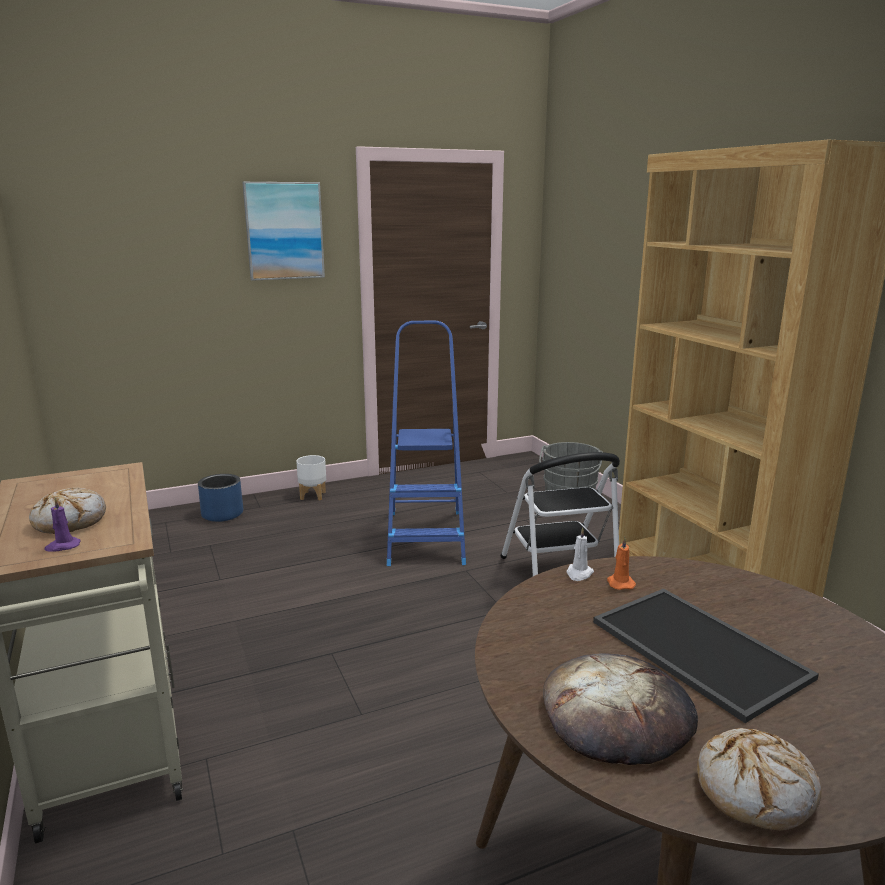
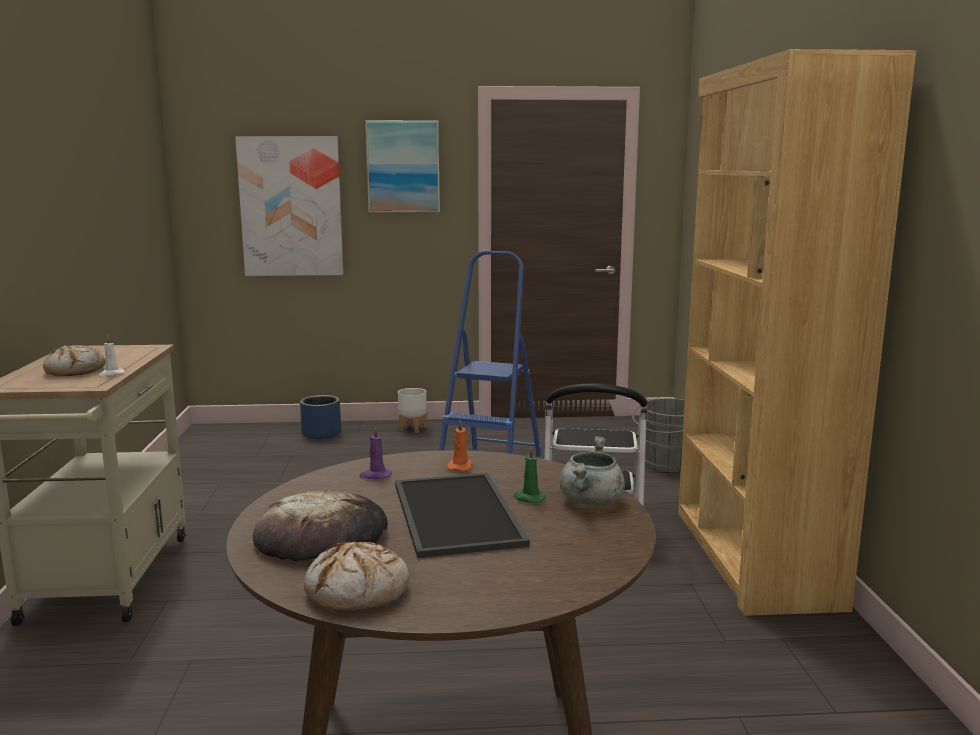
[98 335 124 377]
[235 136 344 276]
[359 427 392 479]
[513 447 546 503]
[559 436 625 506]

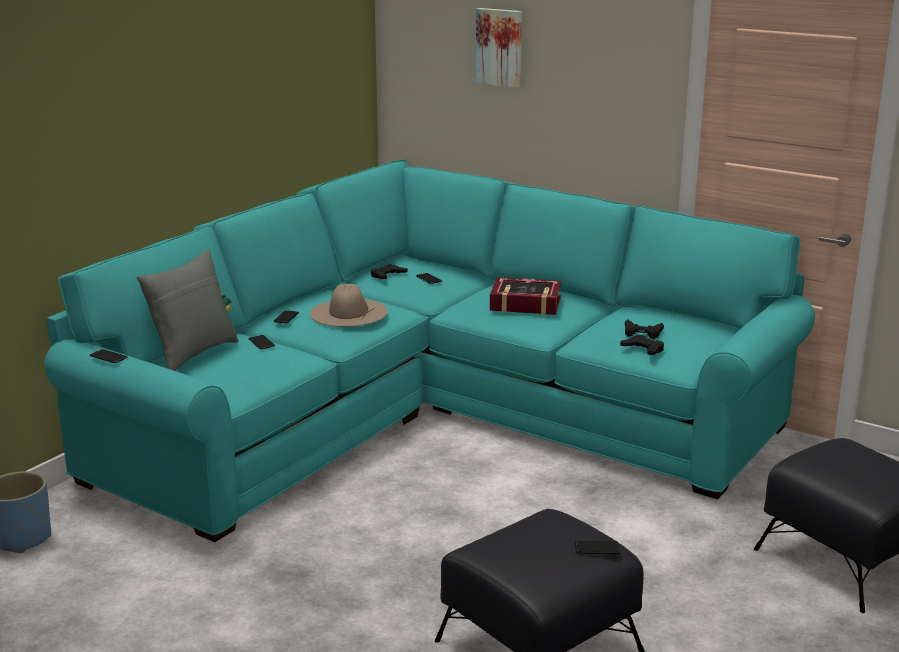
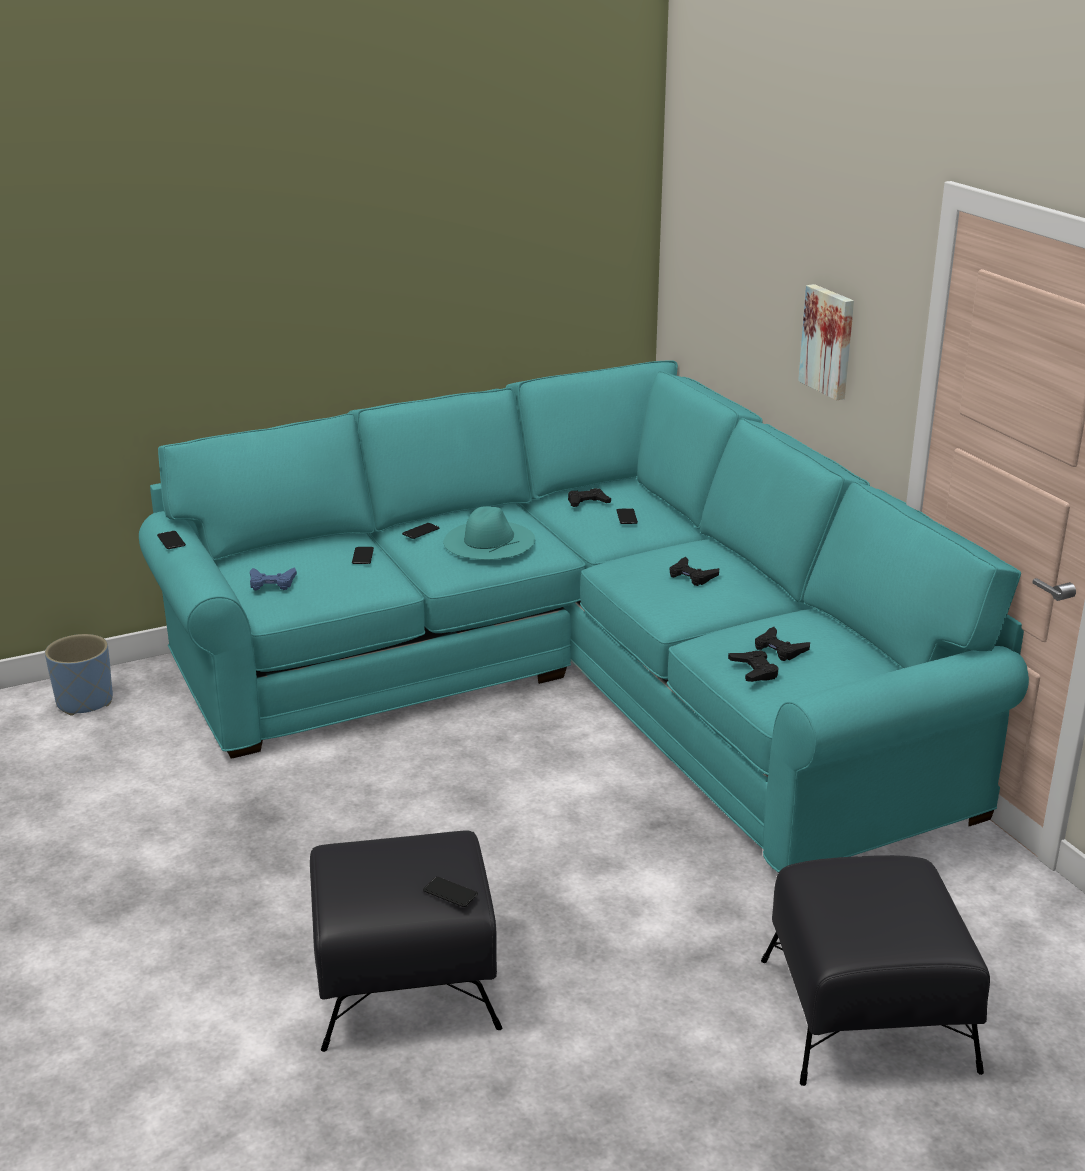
[250 568 297 590]
[443 506 535 560]
[670 557 719 586]
[798 284 854 400]
[137 249 238 371] (first image)

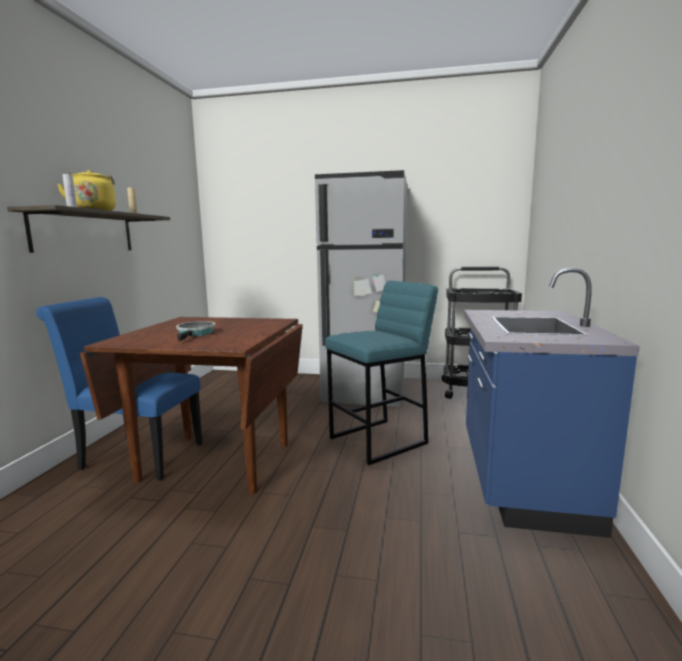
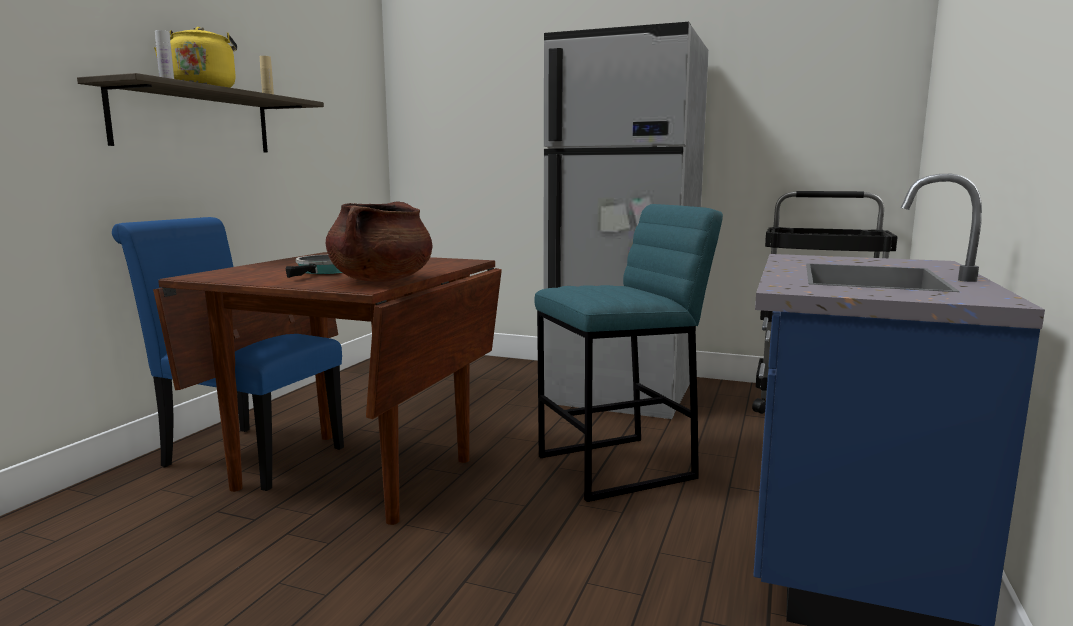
[326 201 433 282]

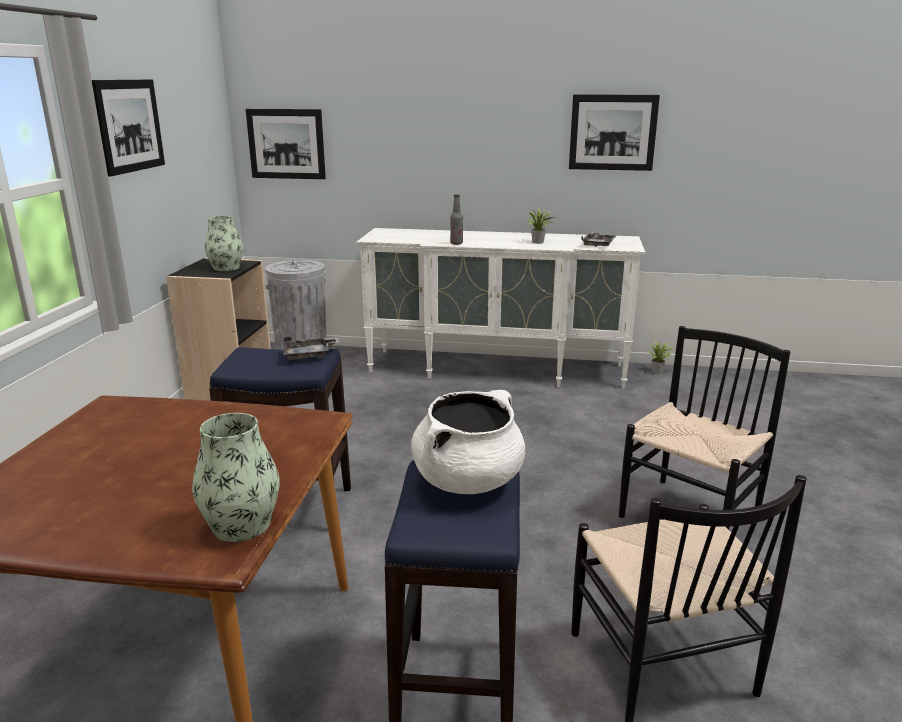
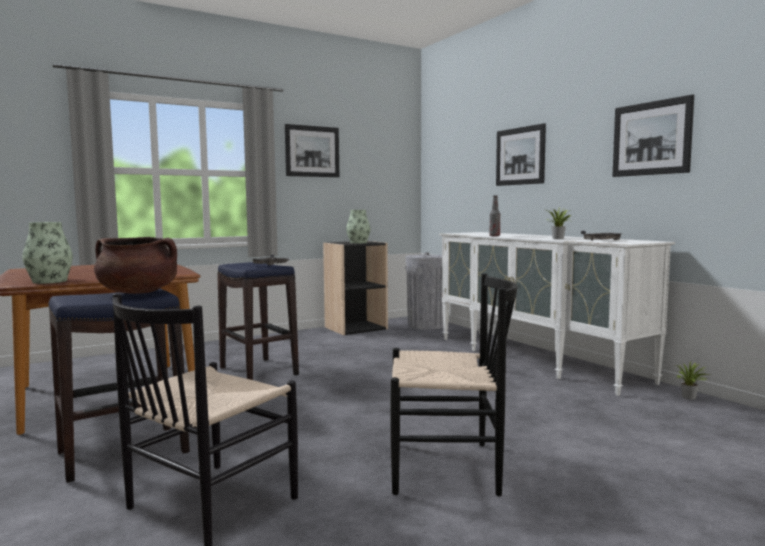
[94 237 177 294]
[496 123 546 186]

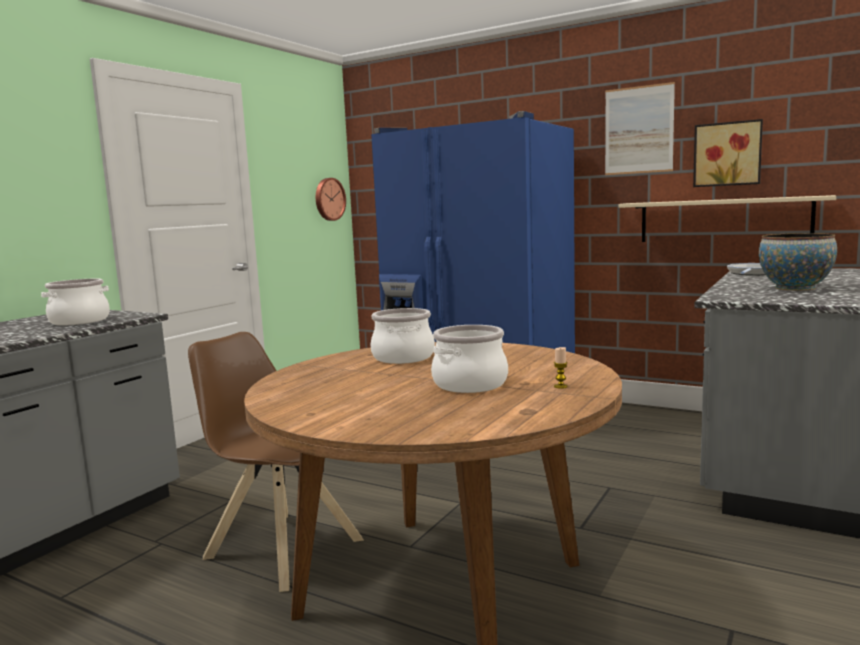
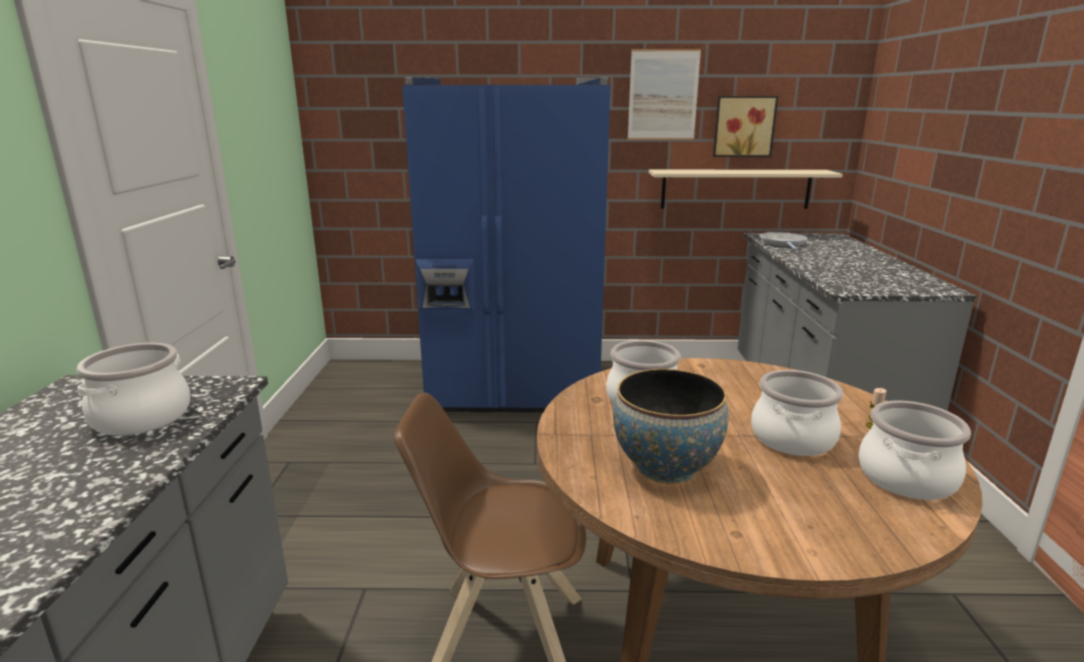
[613 369 728 484]
[858 401 971 500]
[316 178 346 221] (first image)

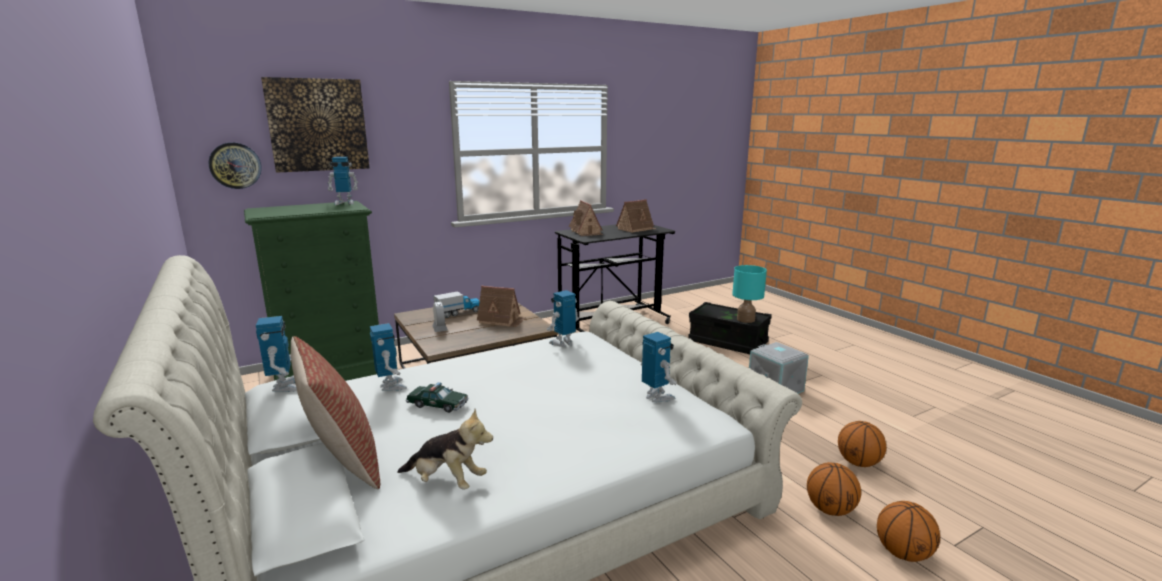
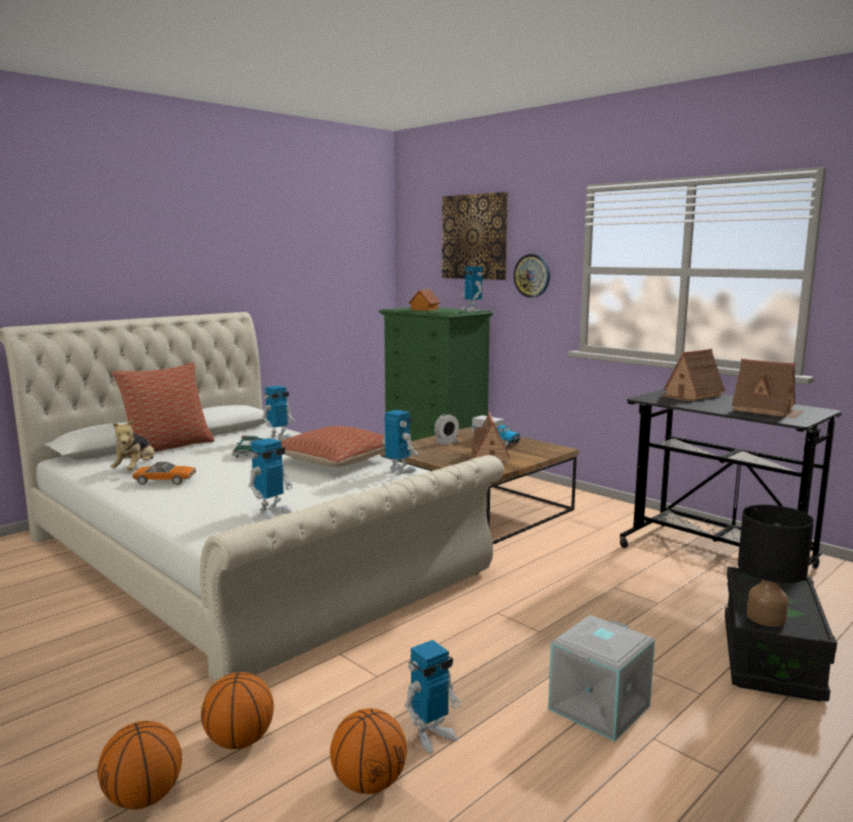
[132 462 196 485]
[281 426 385 467]
[404 640 460 753]
[409 289 441 311]
[513 254 550 298]
[738 505 814 627]

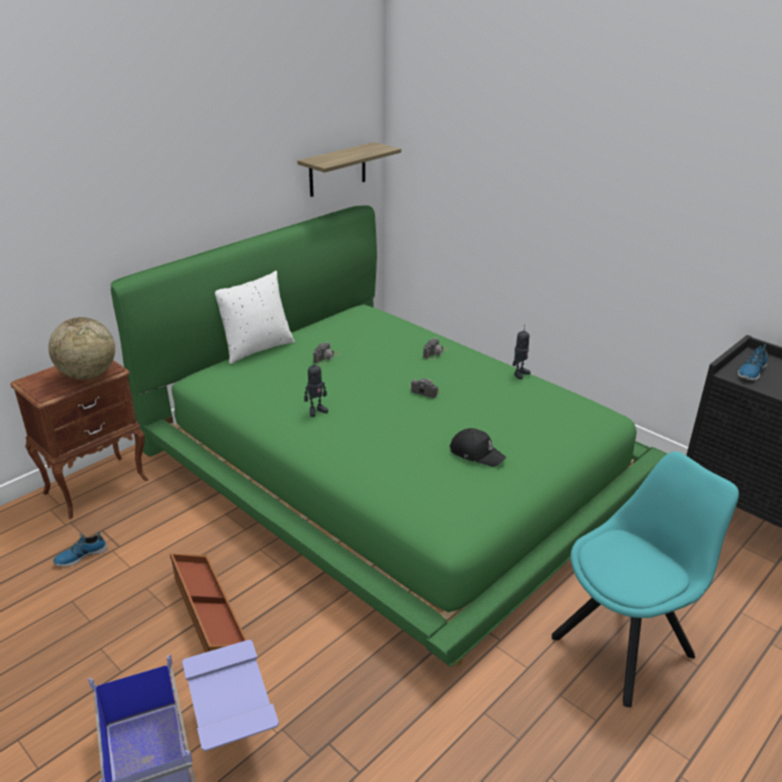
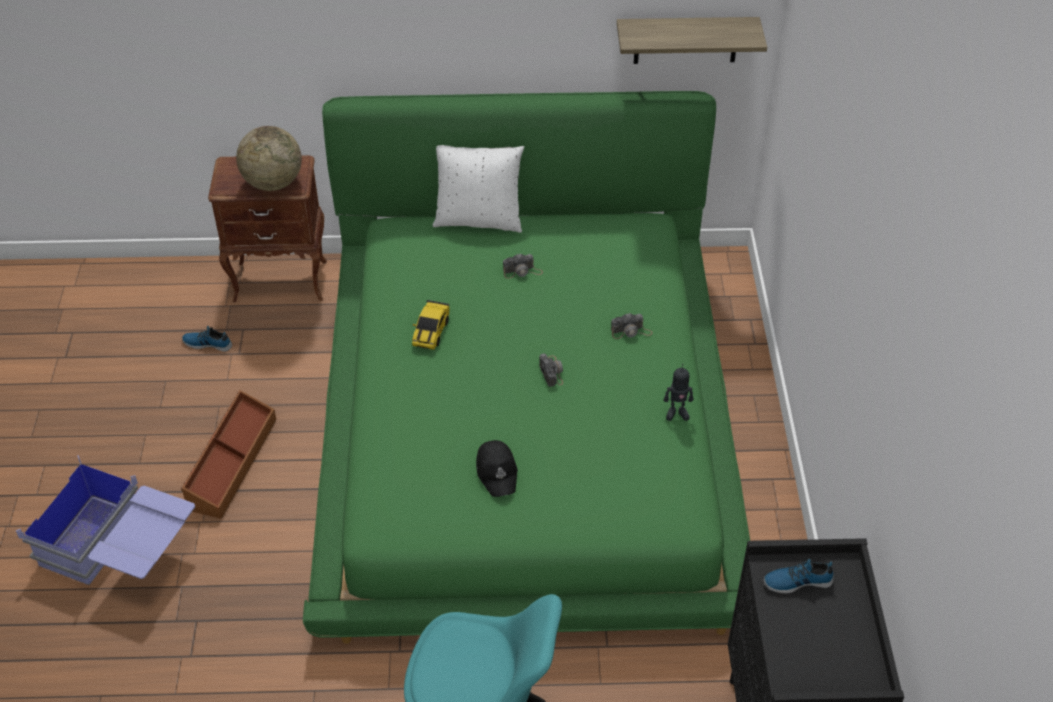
[412 300 450 350]

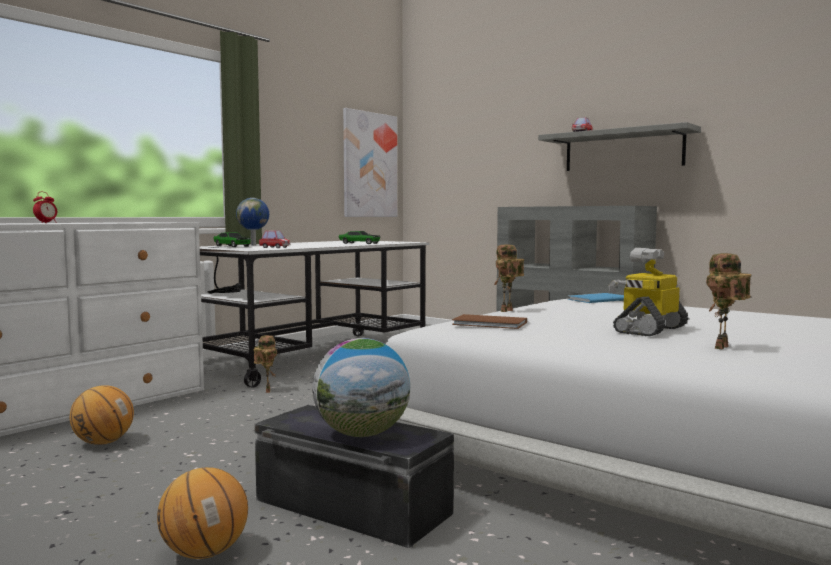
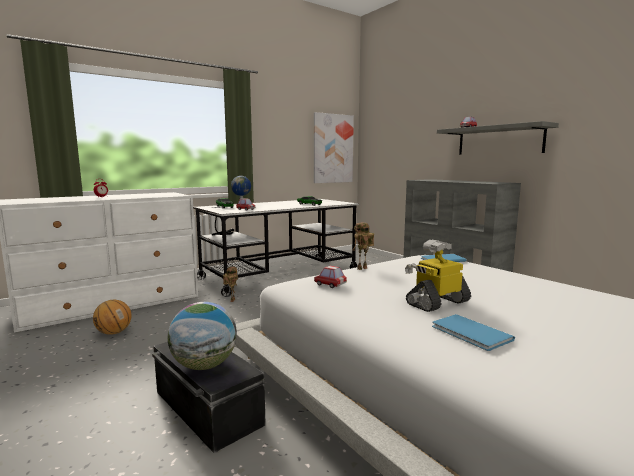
[314 266 347 288]
[432 314 515 351]
[157 467 248 559] (first image)

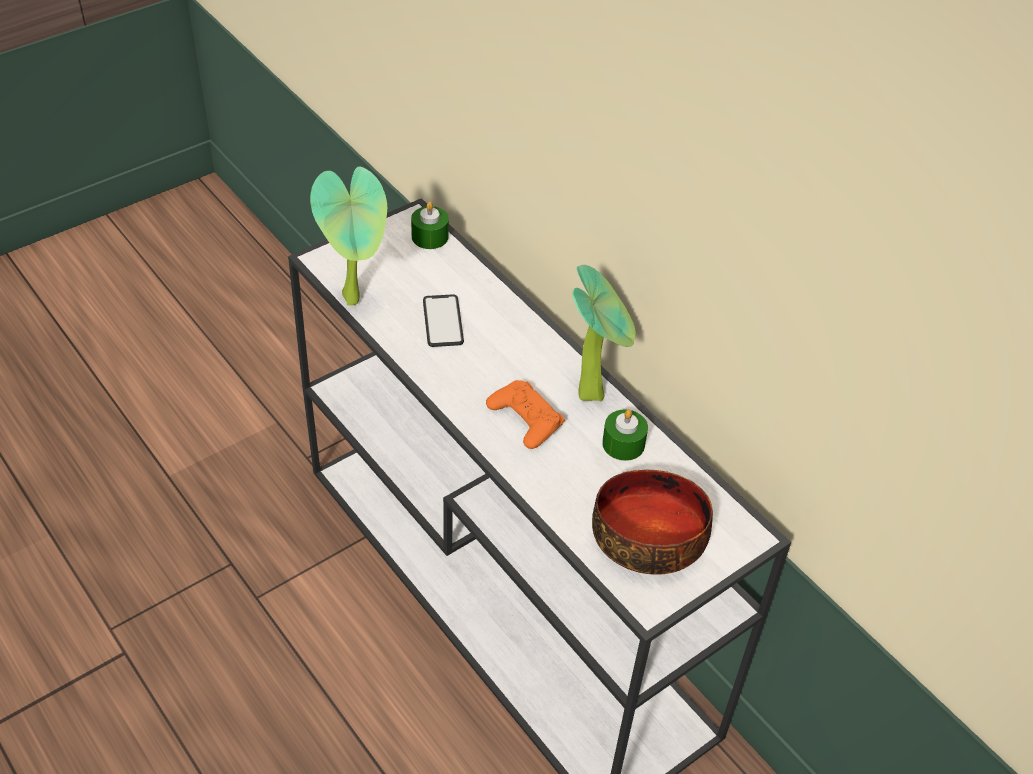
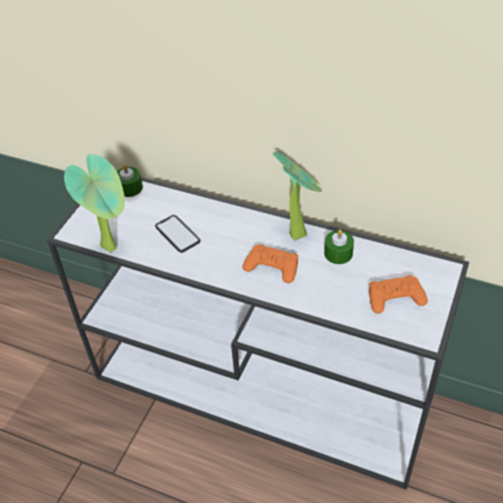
[369 275 428 314]

